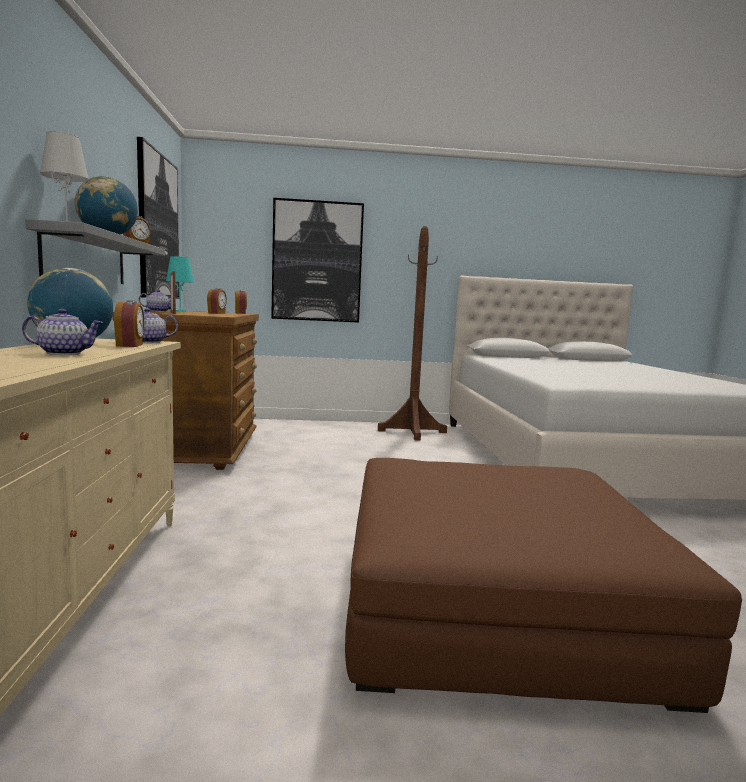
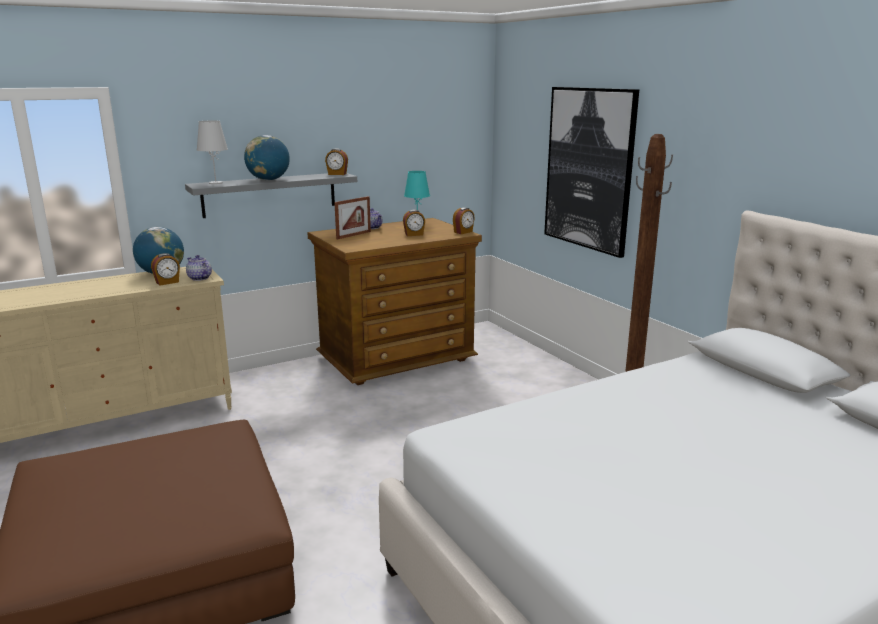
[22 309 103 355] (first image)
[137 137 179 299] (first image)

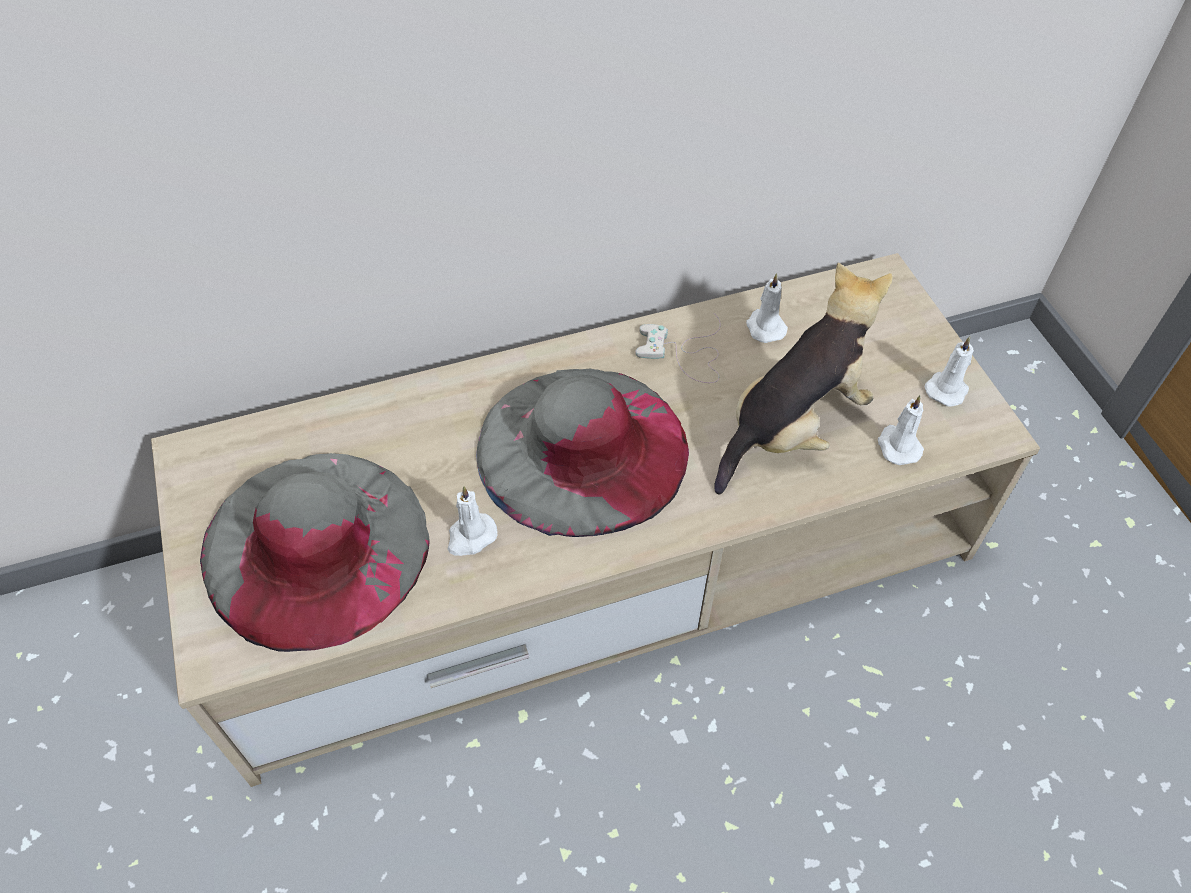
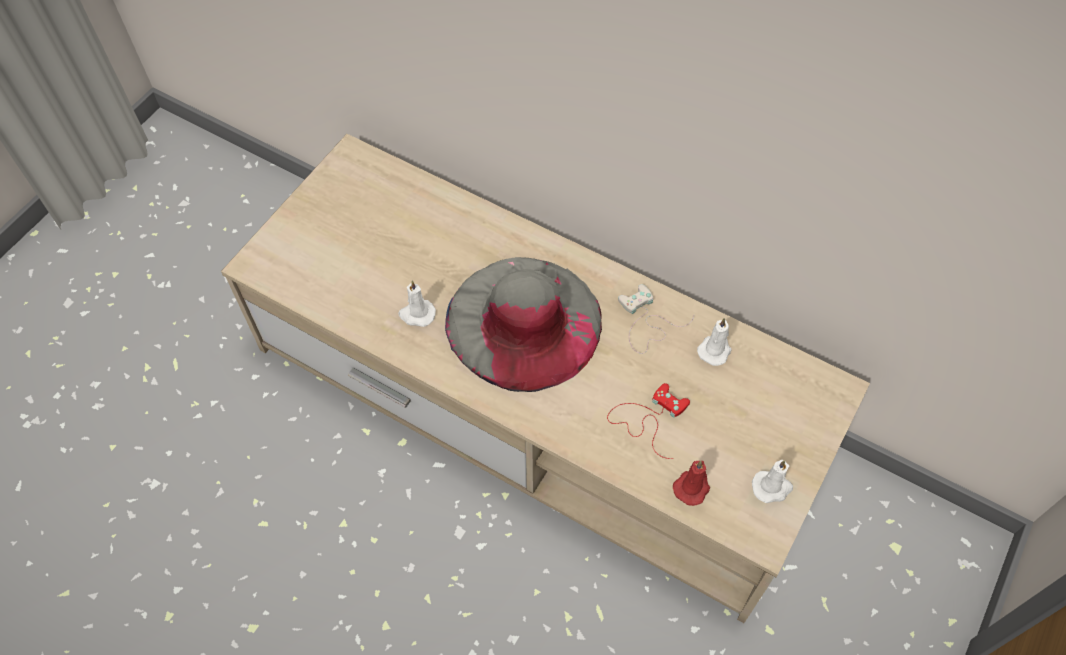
[607 383 690 459]
[673 461 710 506]
[200 453 430 652] (first image)

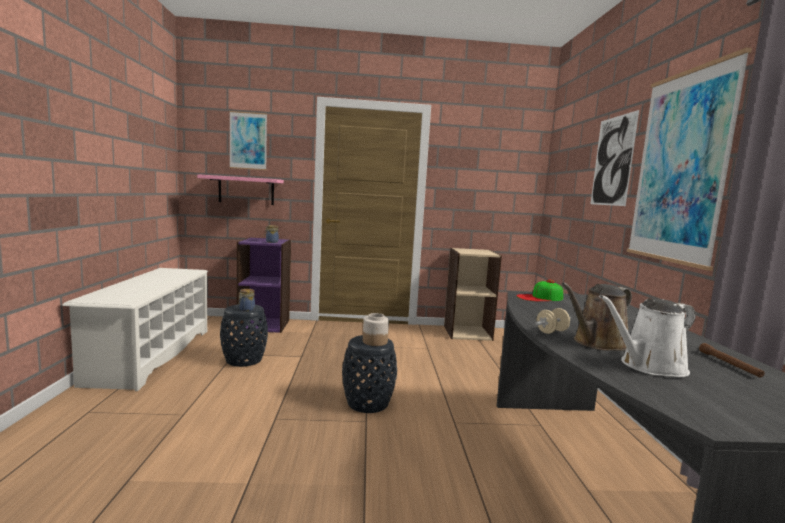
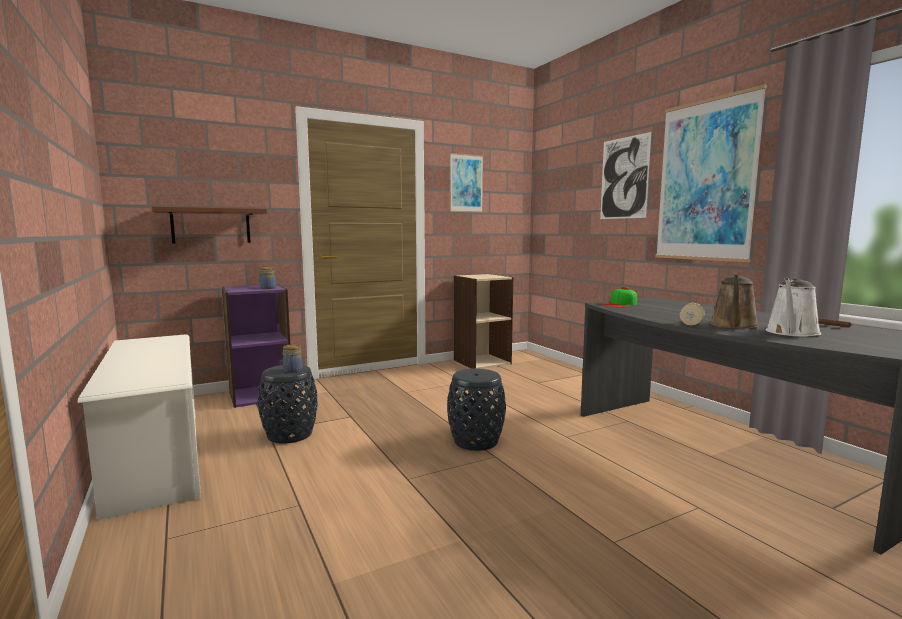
[152 206 267 244]
[450 153 483 213]
[363 313 389 346] (first image)

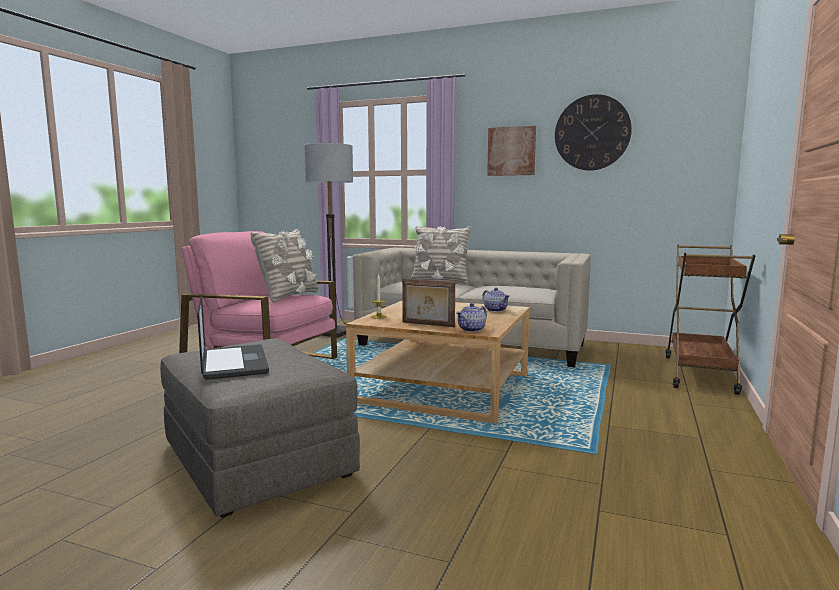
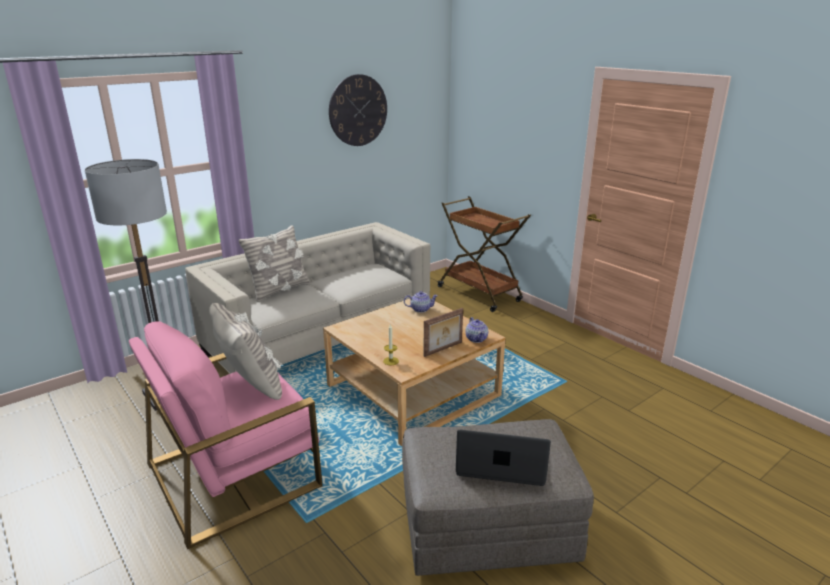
[487 126 536 176] (first image)

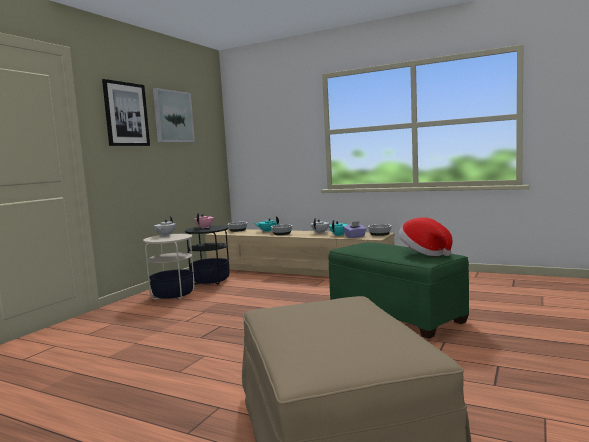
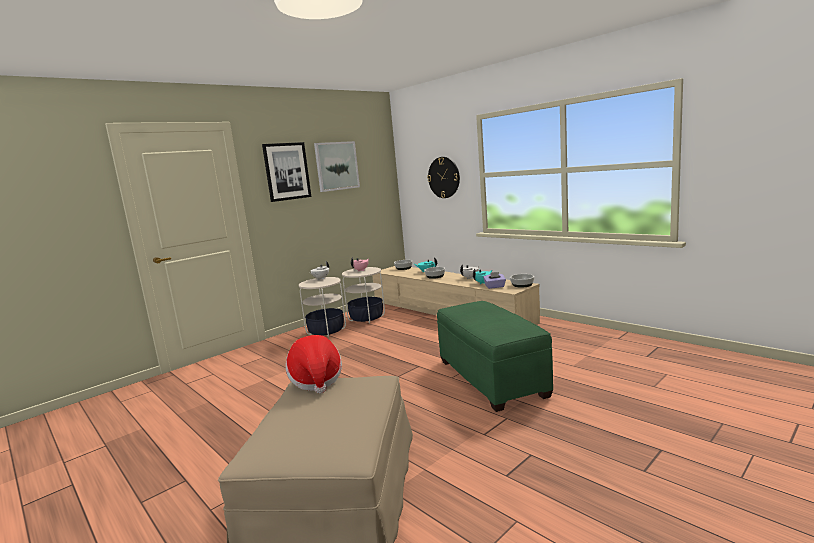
[286 335 342 394]
[342 267 385 323]
[427 157 460 198]

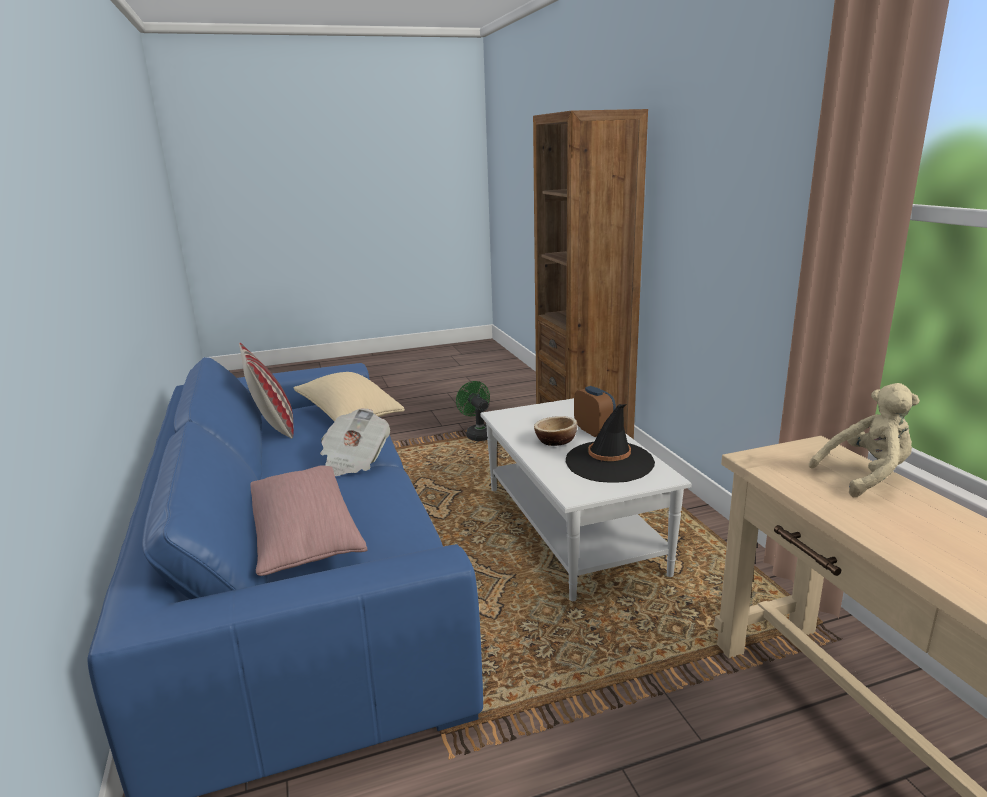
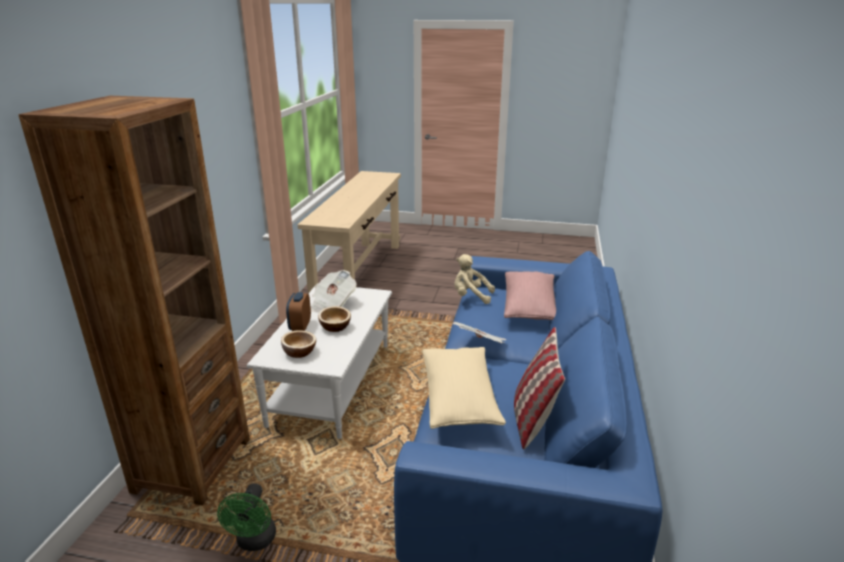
[281 330 316 358]
[311 270 357 312]
[454 254 495 304]

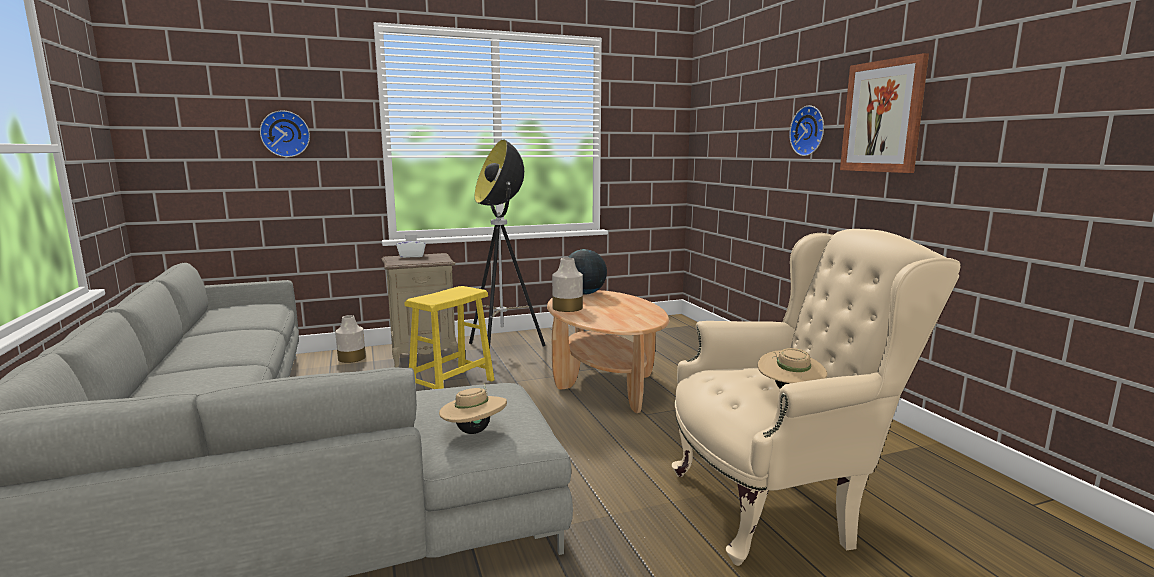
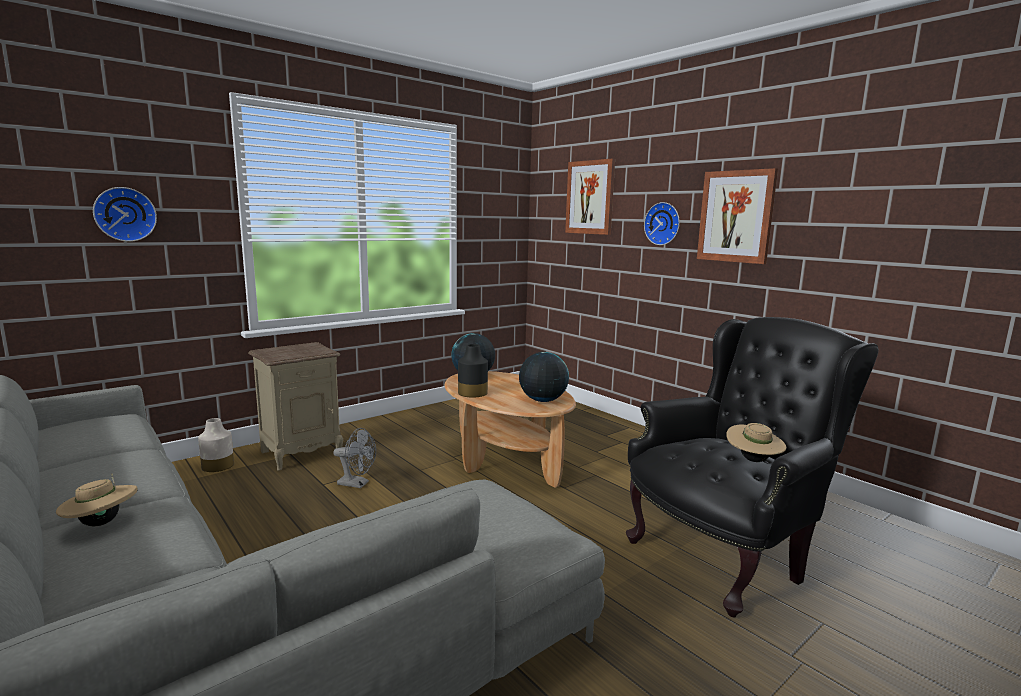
[56 474 138 526]
[333 428 376 488]
[458 344 488 398]
[519 352 569 402]
[565 158 615 235]
[626 317 879 617]
[396 235 426 258] (first image)
[469 139 545 349] (first image)

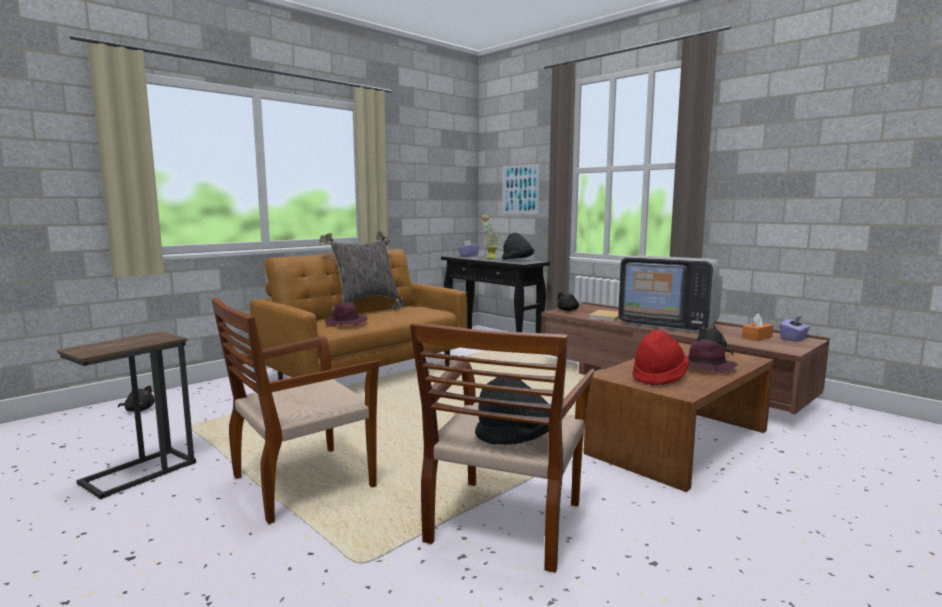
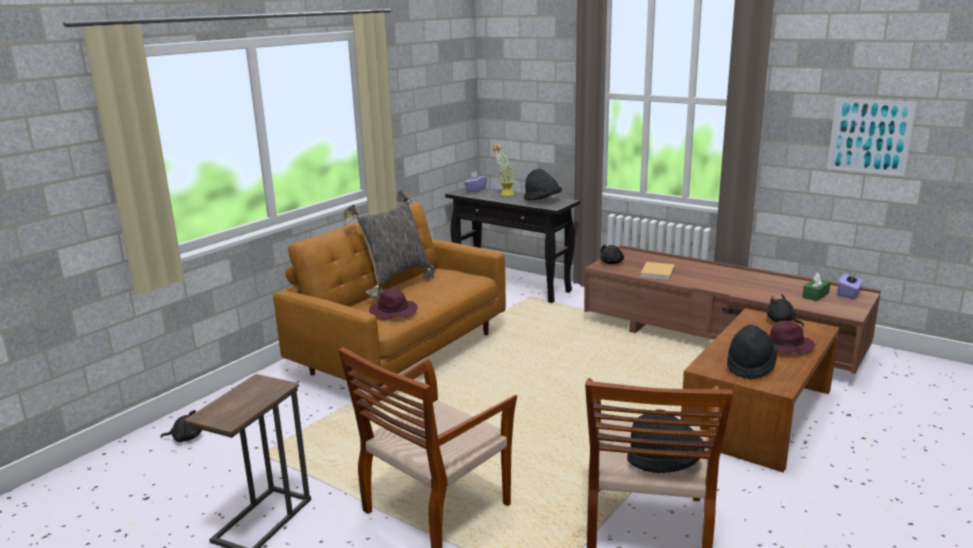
[727 325 777 379]
[802 272 831 301]
[827 98 917 177]
[618 255 723 333] (first image)

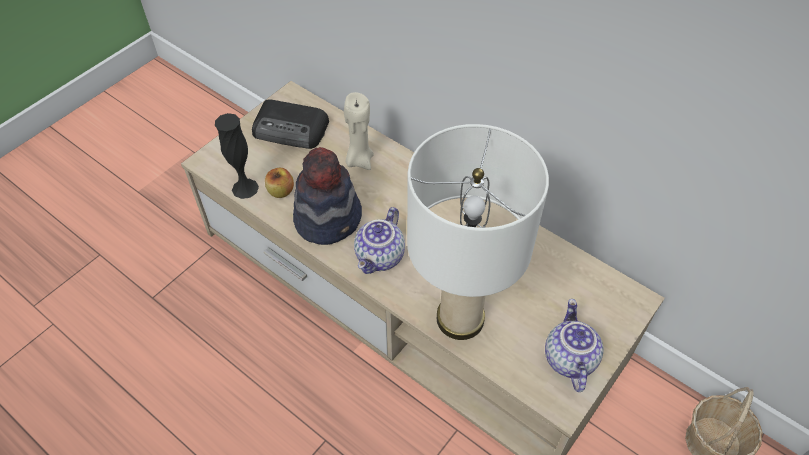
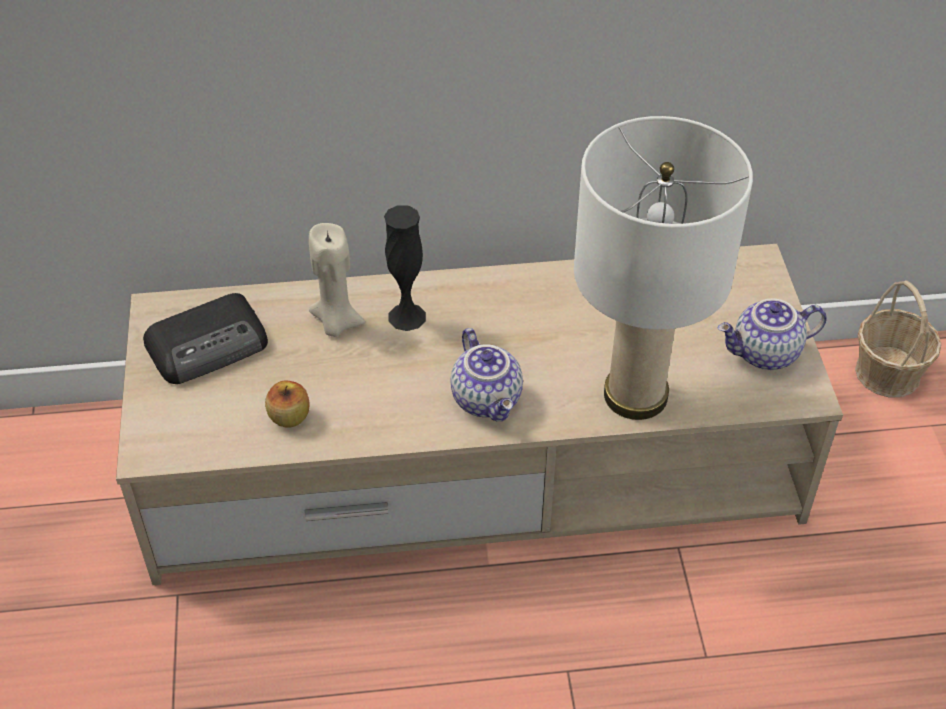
[384 205 426 331]
[717 299 827 370]
[293 147 362 245] (first image)

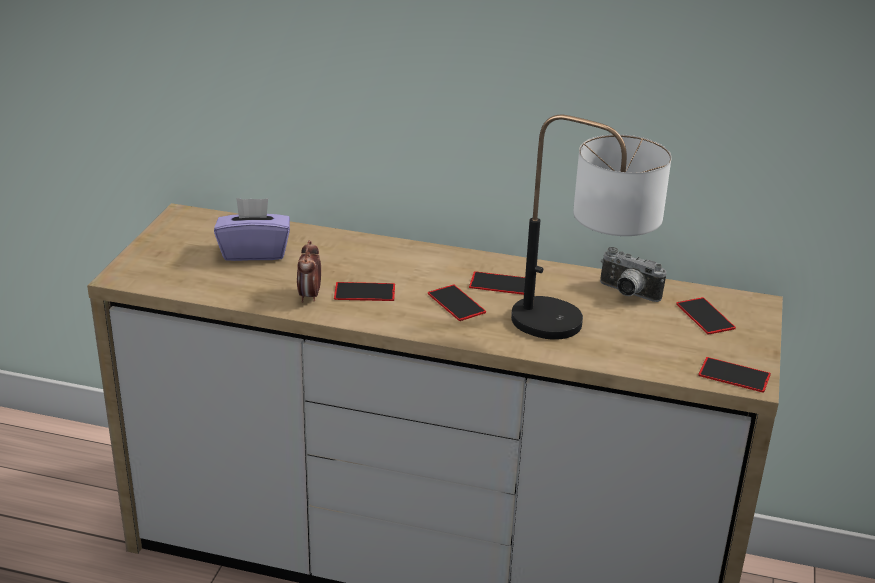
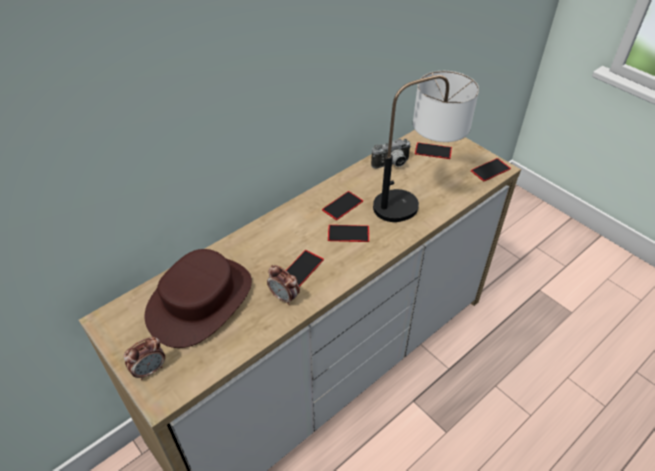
[124 337 165 380]
[144 249 252 348]

